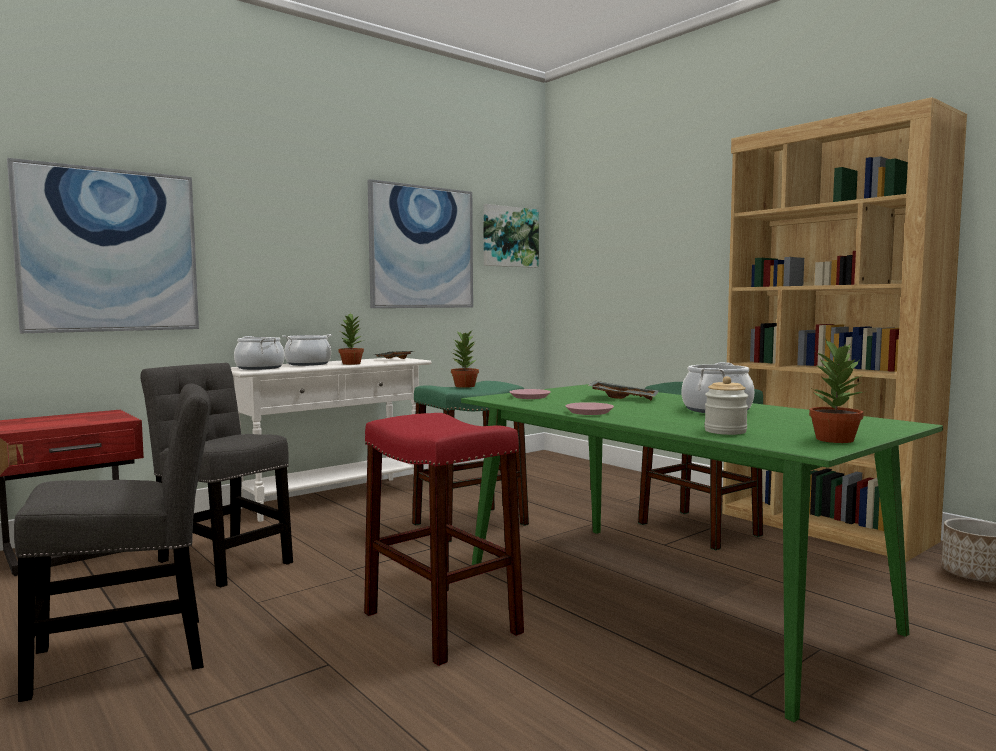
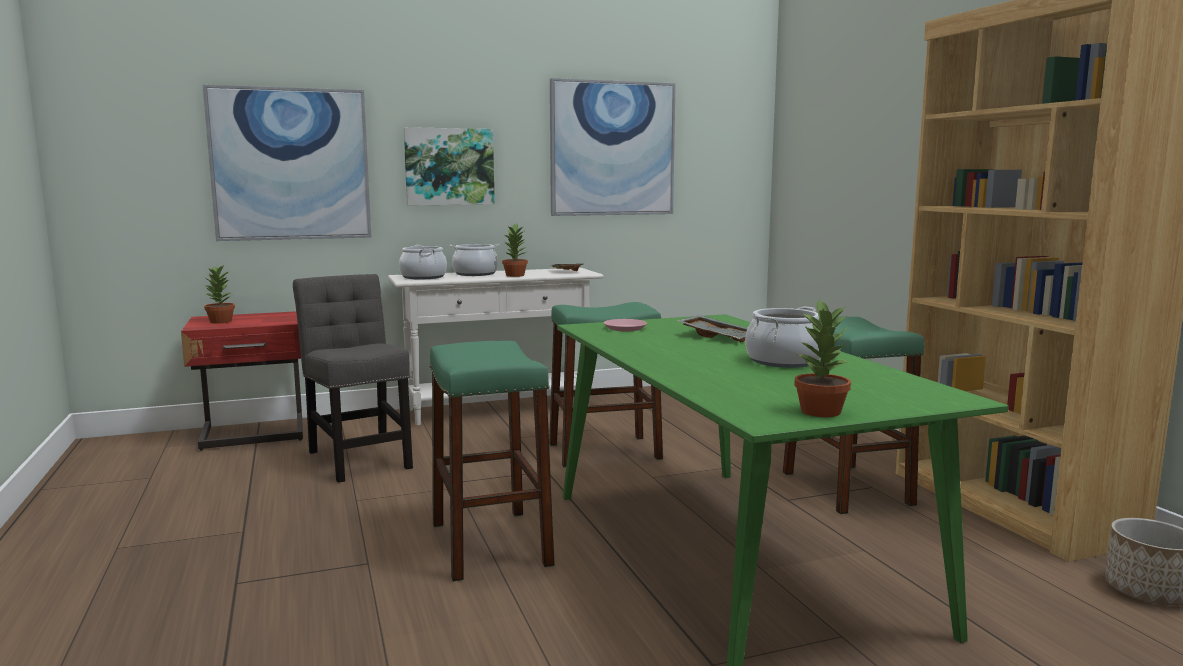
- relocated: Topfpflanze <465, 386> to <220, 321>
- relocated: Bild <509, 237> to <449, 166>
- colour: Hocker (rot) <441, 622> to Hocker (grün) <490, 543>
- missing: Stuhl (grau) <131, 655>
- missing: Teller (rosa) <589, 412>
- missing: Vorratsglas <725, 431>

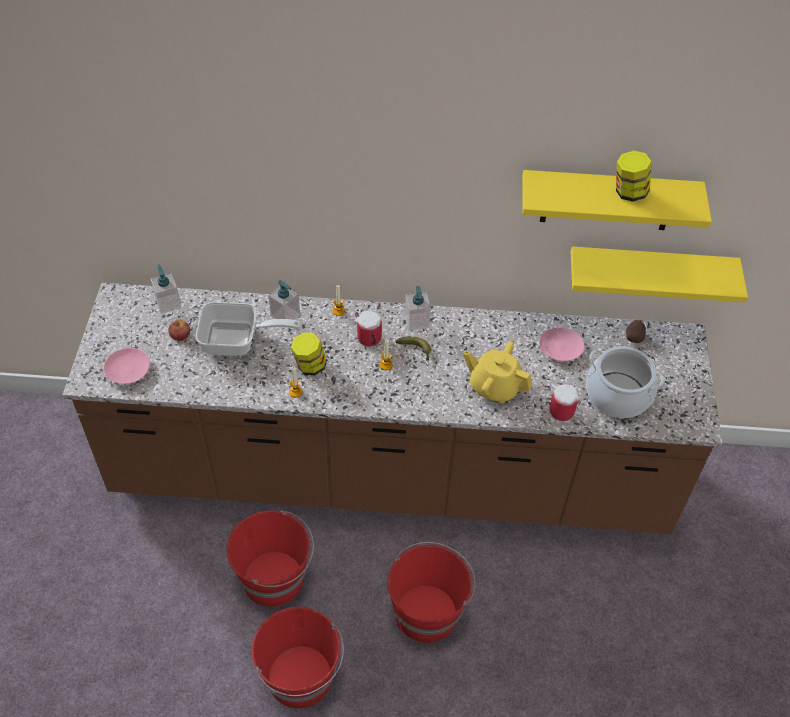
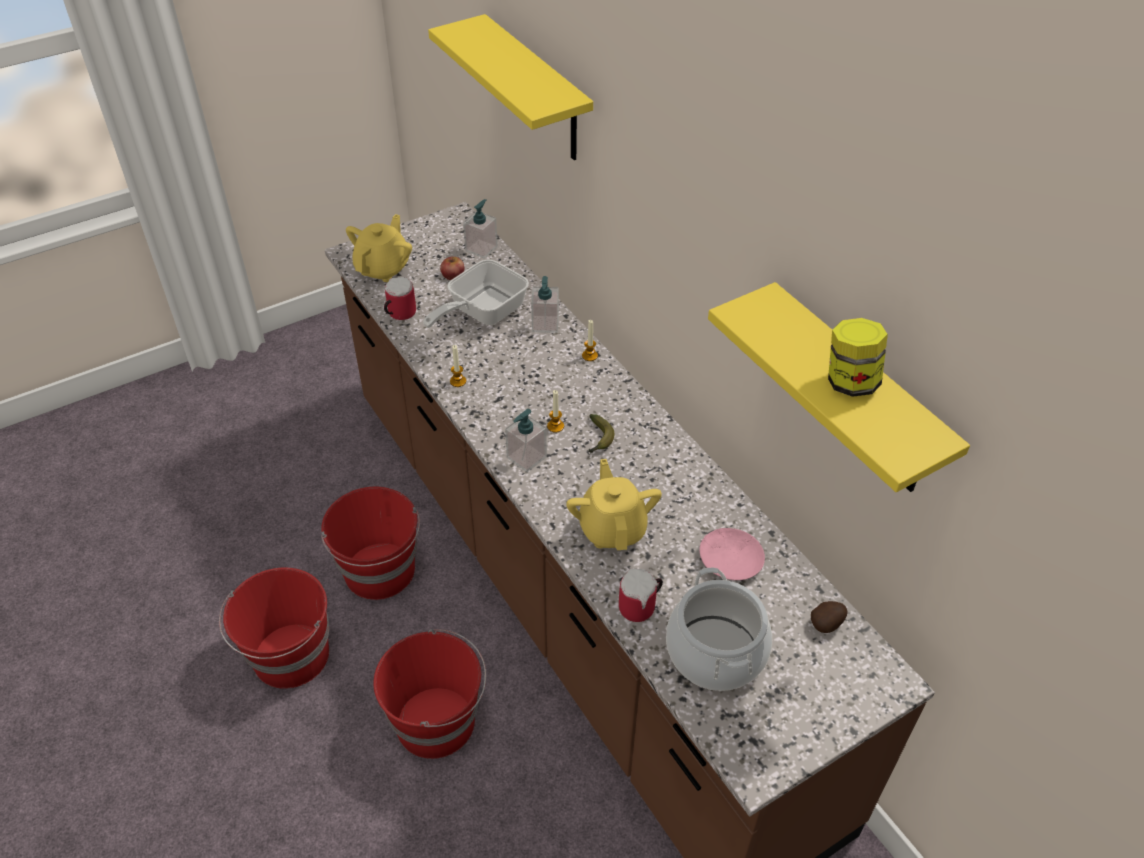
- exchanged: Teller (rosa) <128, 370> to Teekanne (gelb) <383, 268>
- relocated: Henkelbecher <369, 341> to <398, 313>
- spun: Pfanne <238, 341> = <481, 312> 75 degrees clockwise
- relocated: Wandregal (gelb) <649, 273> to <537, 91>
- relocated: Seifenspender <416, 321> to <526, 457>
- missing: Vorratsglas <310, 366>

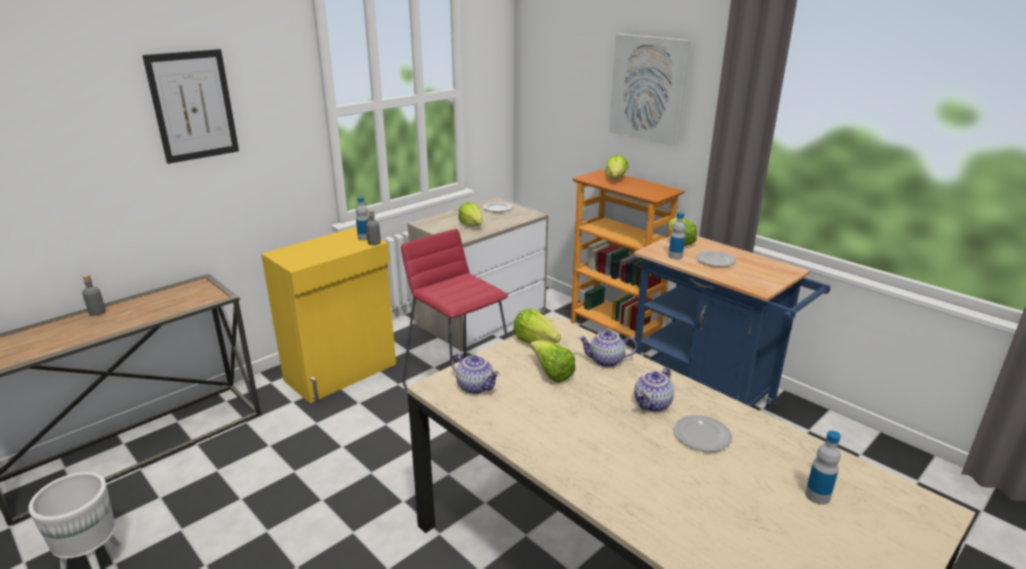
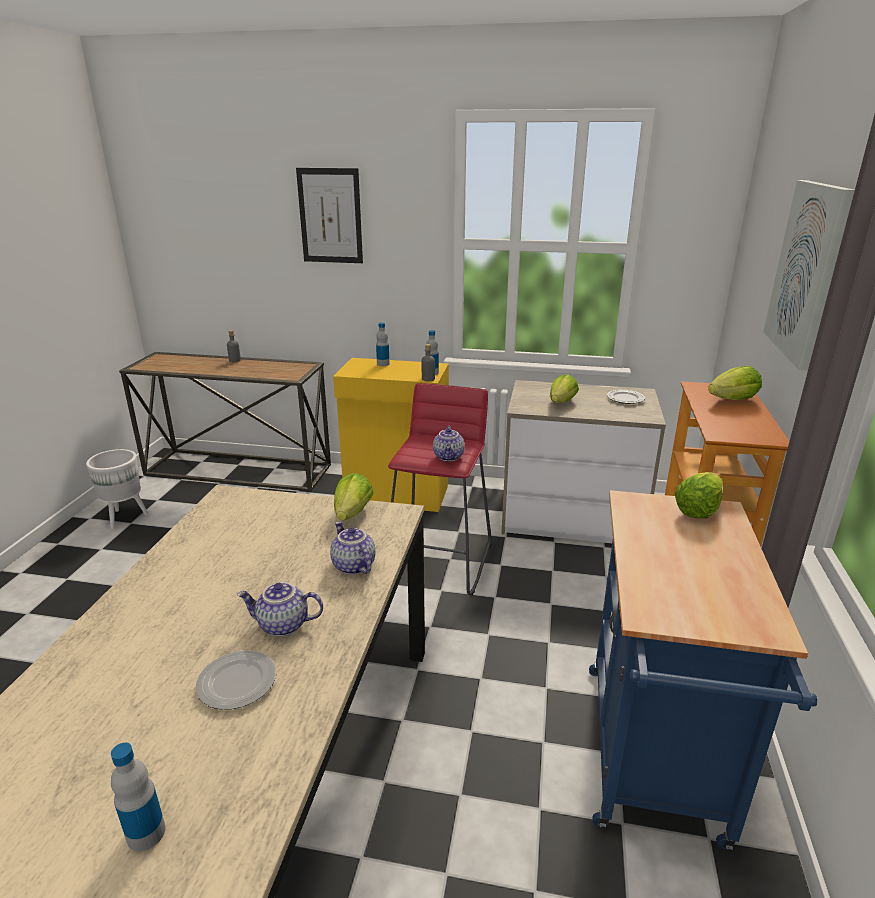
- relocated: Flasche <675, 256> to <383, 364>
- relocated: Teekanne <476, 386> to <449, 457>
- missing: Salatkopf <551, 373>
- missing: Teller <716, 261>

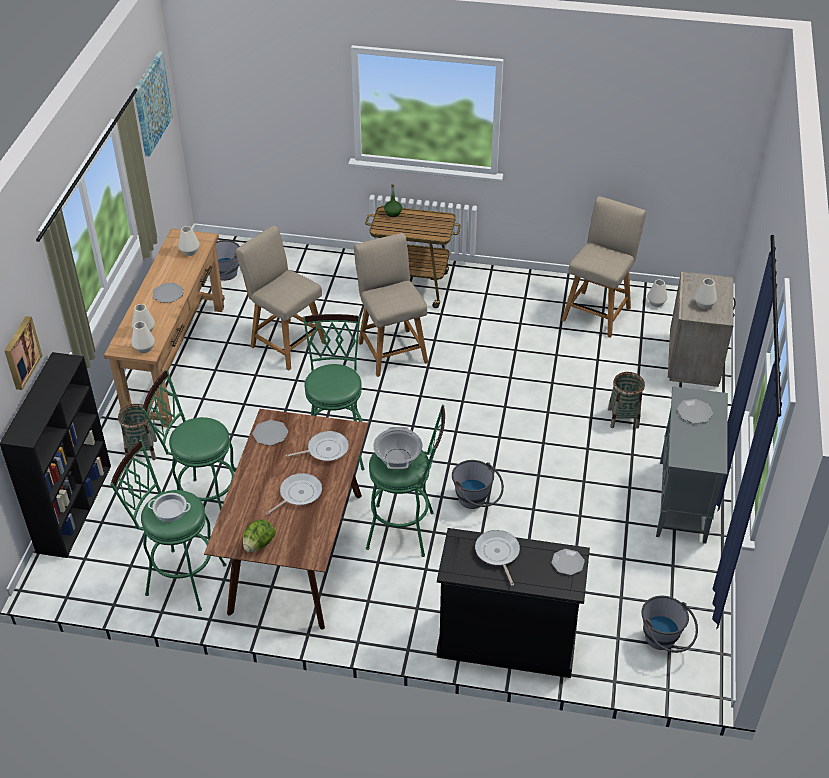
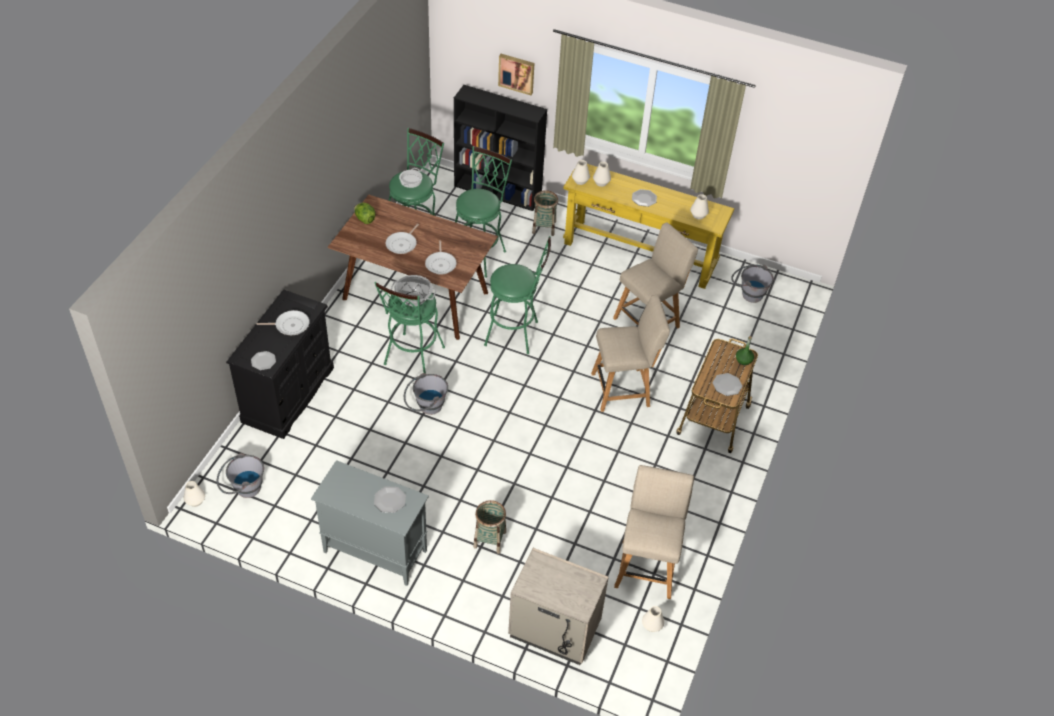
- relocated: Vase (weiß) <704, 304> to <195, 501>
- spun: Pfanne <298, 494> = <402, 244> 60 degrees clockwise
- colour: Konsolentisch (braun) <176, 361> to Konsolentisch (gelb) <640, 254>
- spun: Stuhl (beige) <597, 312> = <647, 566> 120 degrees counterclockwise
- relocated: Teller <270, 433> to <727, 385>
- missing: Bild <151, 103>

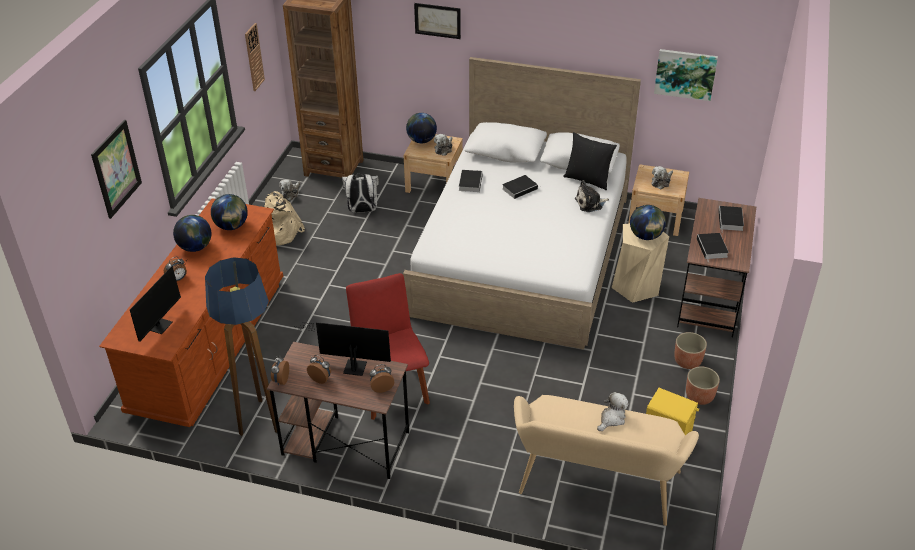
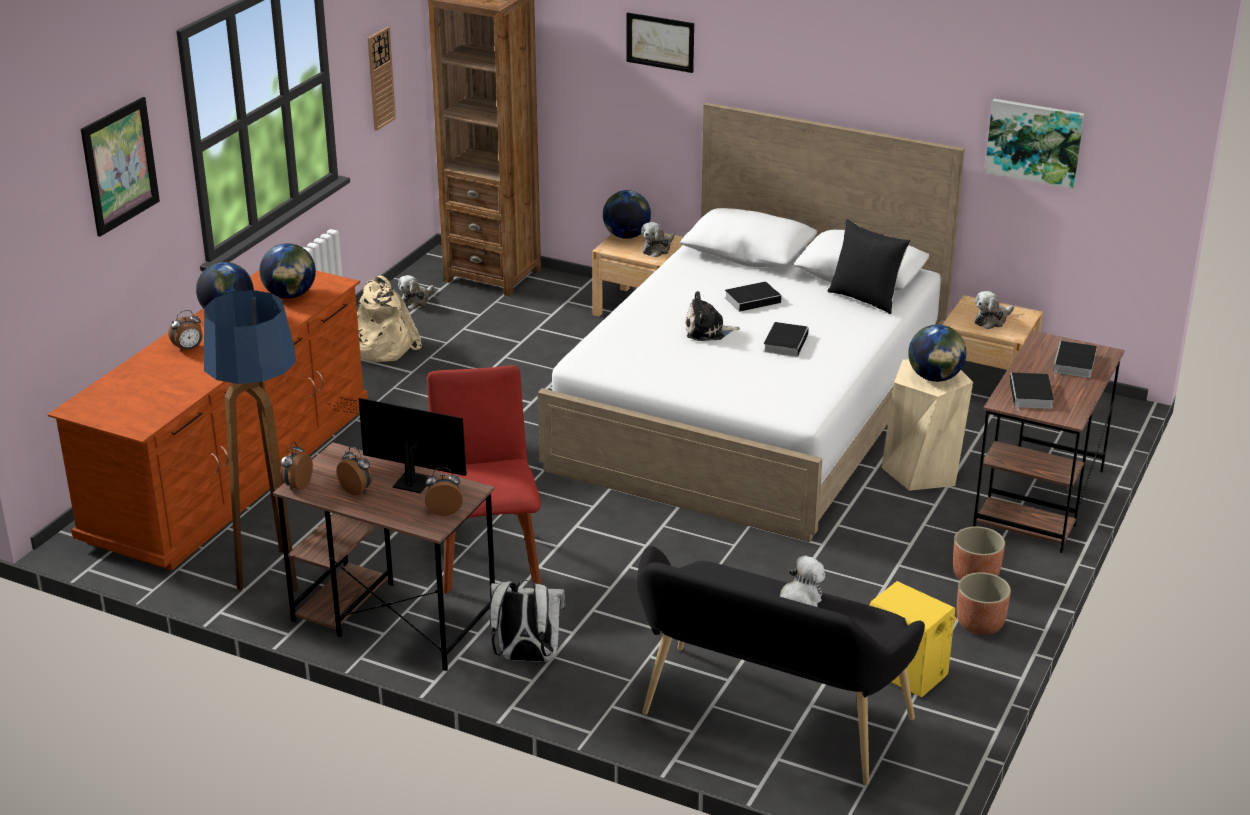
- relocated: Rucksack (weiß) <362, 210> to <526, 657>
- colour: Bank (beige) <595, 488> to Bank (schwarz) <768, 722>
- relocated: Plüschtier <590, 203> to <707, 331>
- relocated: Buch <470, 182> to <785, 342>
- missing: Monitor <162, 323>

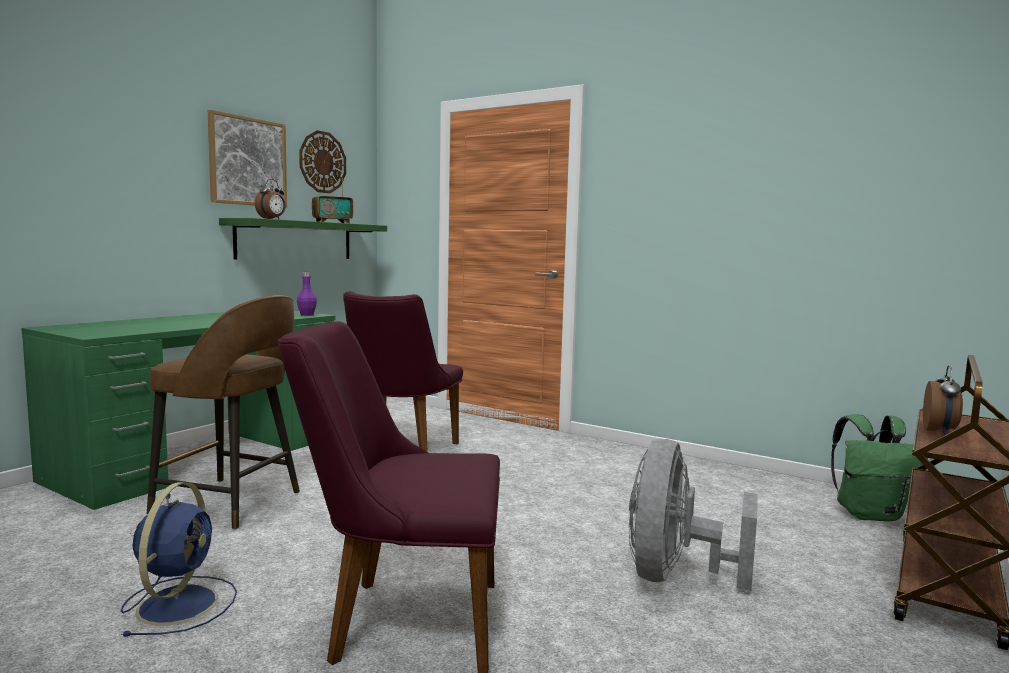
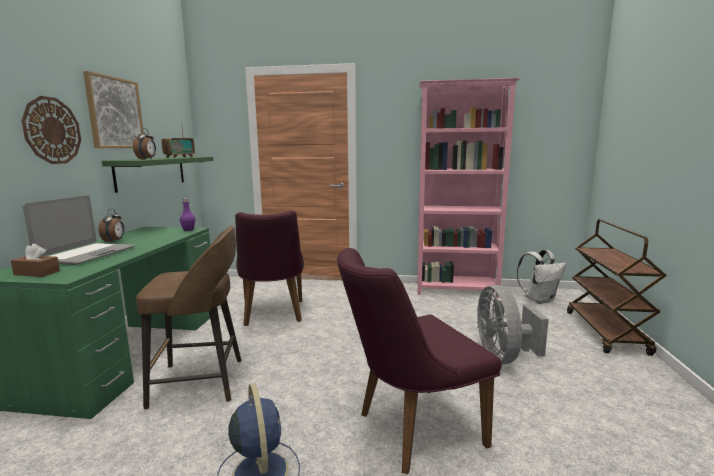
- appeared: Taschentuchbox (braun) <37, 273>
- relocated: Wanduhr <322, 162> to <52, 130>
- appeared: Laptop <87, 254>
- relocated: Wecker <940, 431> to <114, 241>
- appeared: Bücherregal (rosa) <457, 290>
- colour: Rucksack (grün) <870, 514> to Rucksack (weiß) <539, 300>

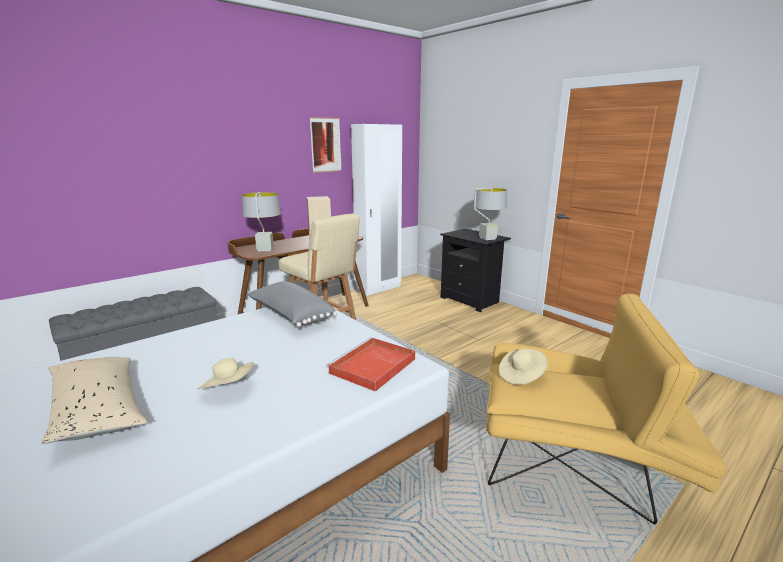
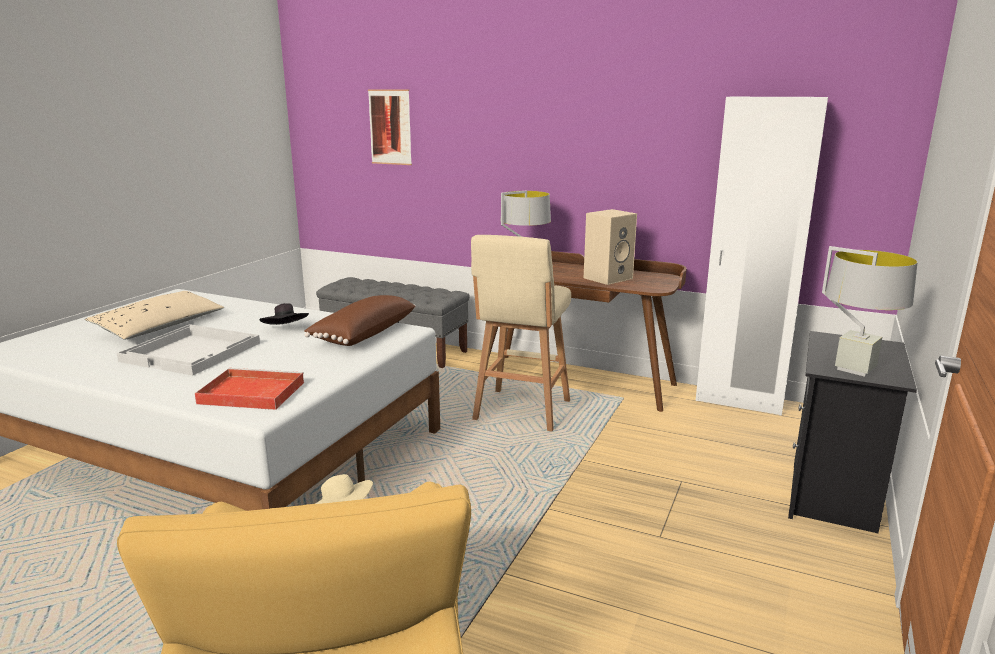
- exchanged: Hut (beige) <229, 389> to Tablett (weiß) <193, 352>
- appeared: Hut (schwarz) <286, 330>
- colour: Kissen (grau) <290, 315> to Kissen (braun) <362, 334>
- relocated: Bild <325, 145> to <390, 127>

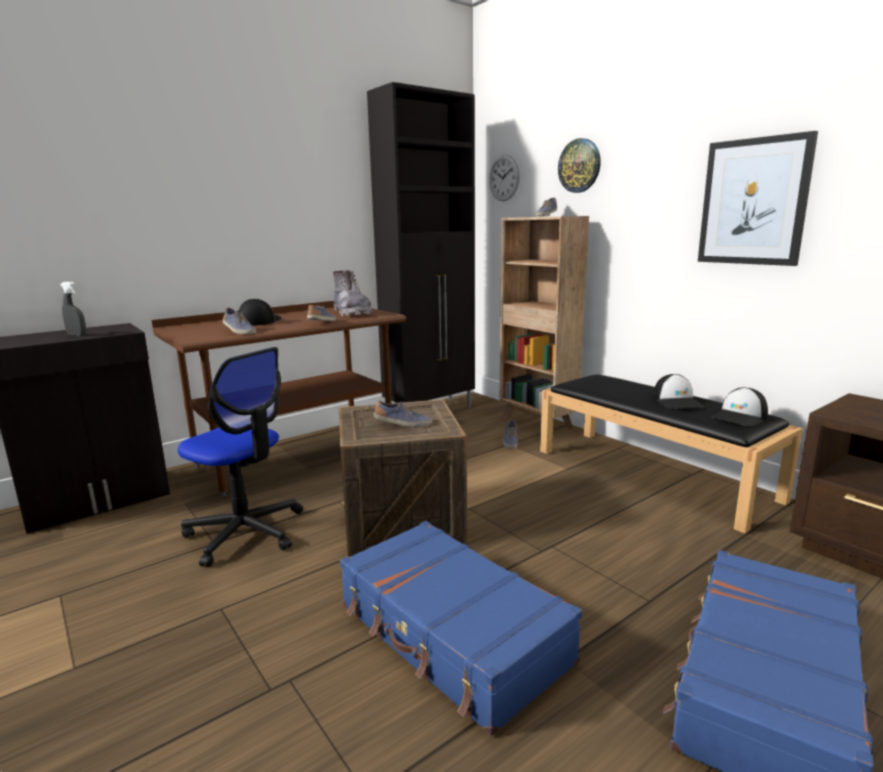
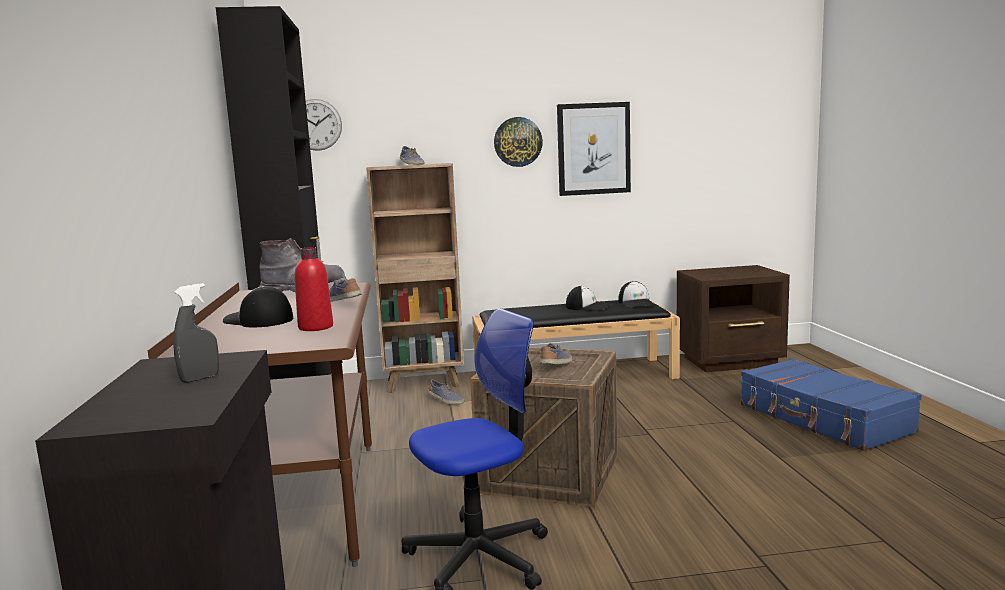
- exchanged: Schuh <239, 331> to Flasche (rot) <315, 327>
- relocated: Wanduhr <579, 166> to <518, 142>
- missing: Koffer (blau) <451, 634>

